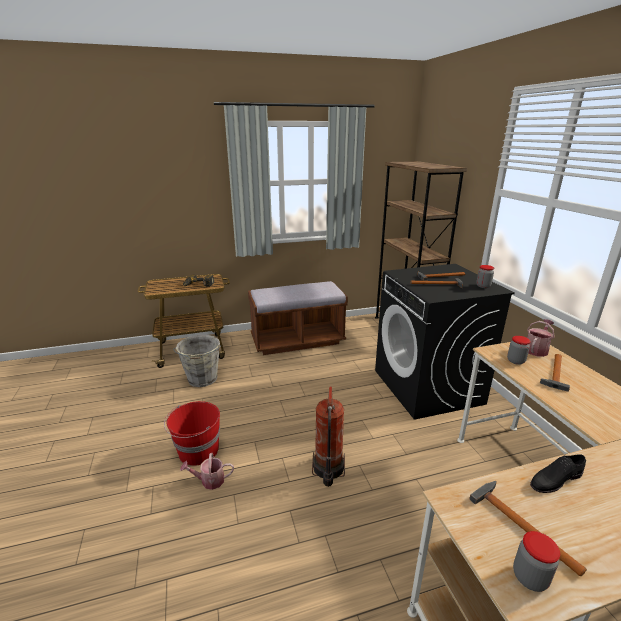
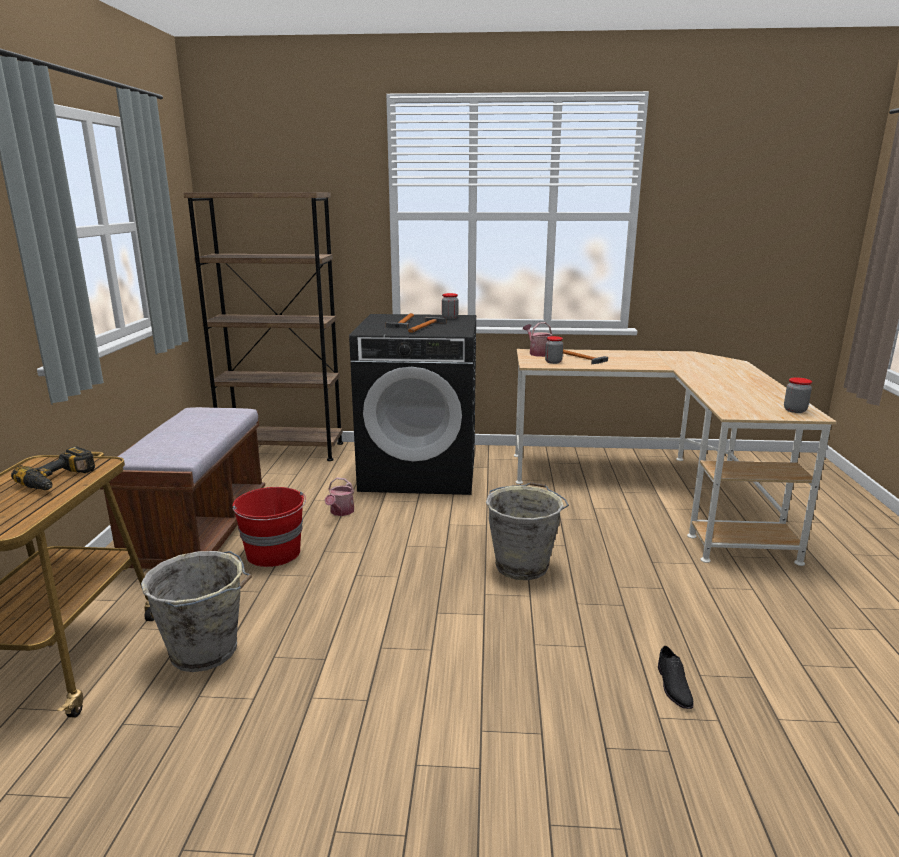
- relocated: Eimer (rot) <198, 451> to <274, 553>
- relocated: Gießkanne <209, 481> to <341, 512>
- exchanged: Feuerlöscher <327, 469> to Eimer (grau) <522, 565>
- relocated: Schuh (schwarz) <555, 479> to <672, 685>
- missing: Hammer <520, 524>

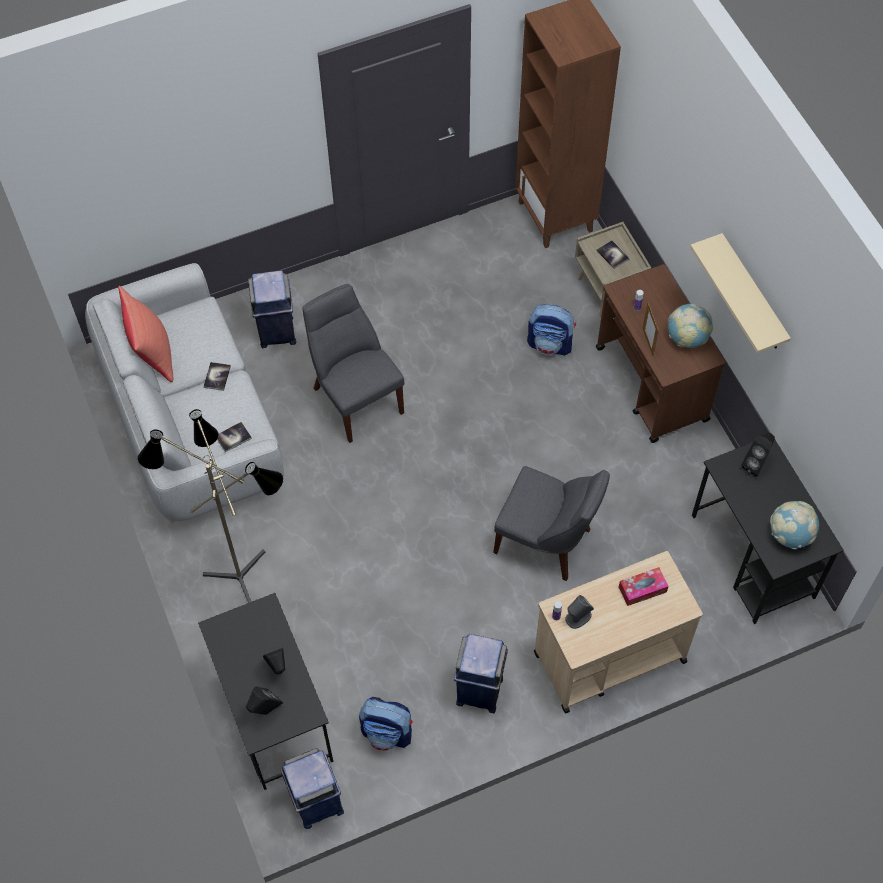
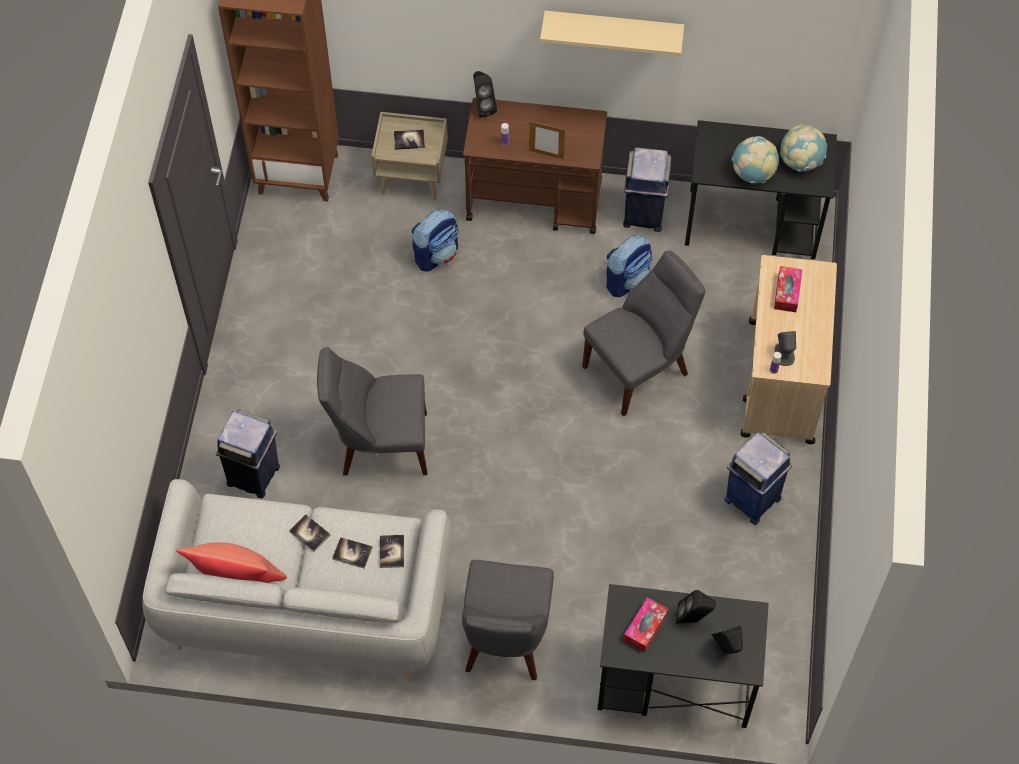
- appeared: Buch <352, 553>
- exchanged: Stehlampe <240, 571> to Stuhl (grau) <505, 640>
- relocated: Lautsprecher (schwarz) <756, 464> to <482, 107>
- relocated: Rucksack <388, 732> to <627, 280>
- relocated: Mülleimer (blau) <316, 803> to <643, 215>
- appeared: Taschentuchbox <645, 627>
- relocated: Globus <687, 338> to <753, 173>

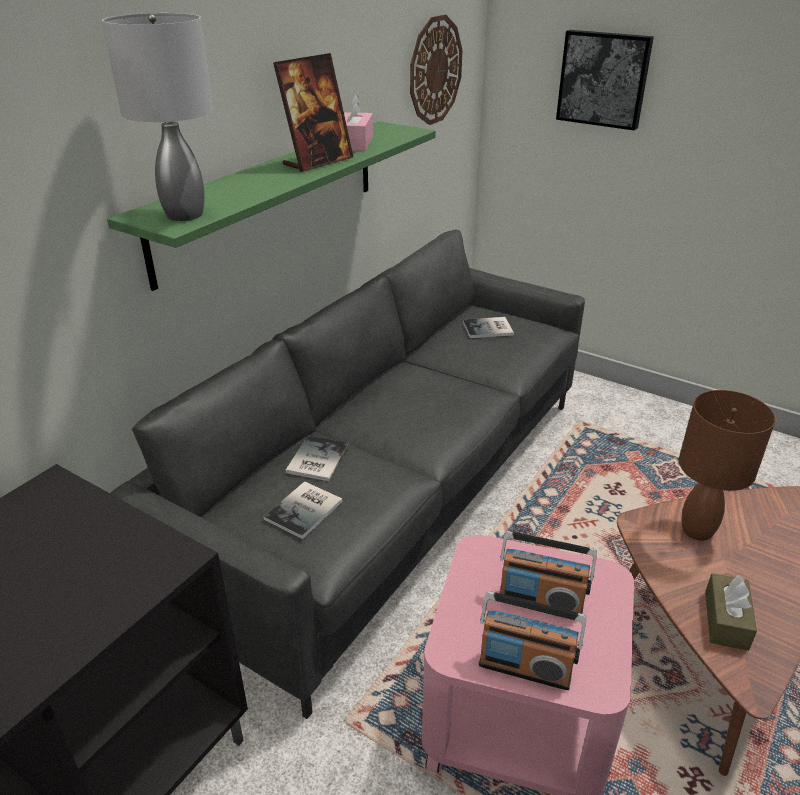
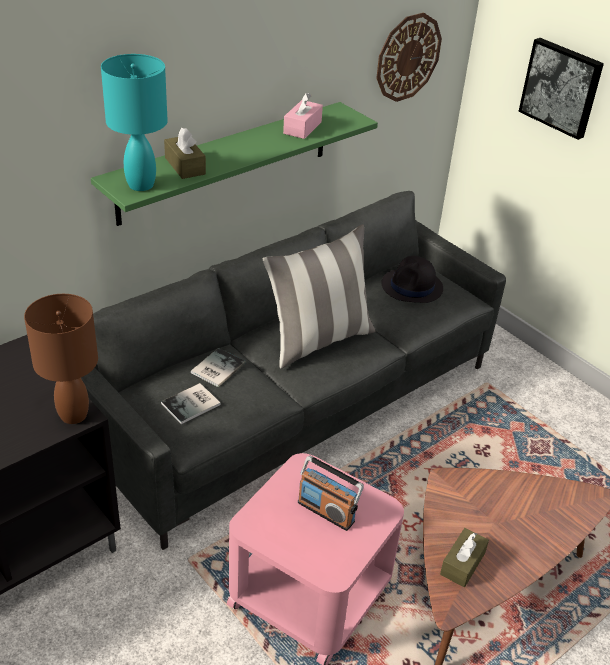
- relocated: Tischlampe (braun) <696, 530> to <72, 415>
- colour: Tischlampe (grau) <186, 214> to Tischlampe (türkis) <142, 185>
- appeared: Taschentuchbox (braun) <185, 166>
- appeared: Kissen <318, 340>
- exchanged: Buch <489, 329> to Hut (schwarz) <412, 287>
- missing: Bilderrahmen <317, 162>
- missing: Radio <525, 667>

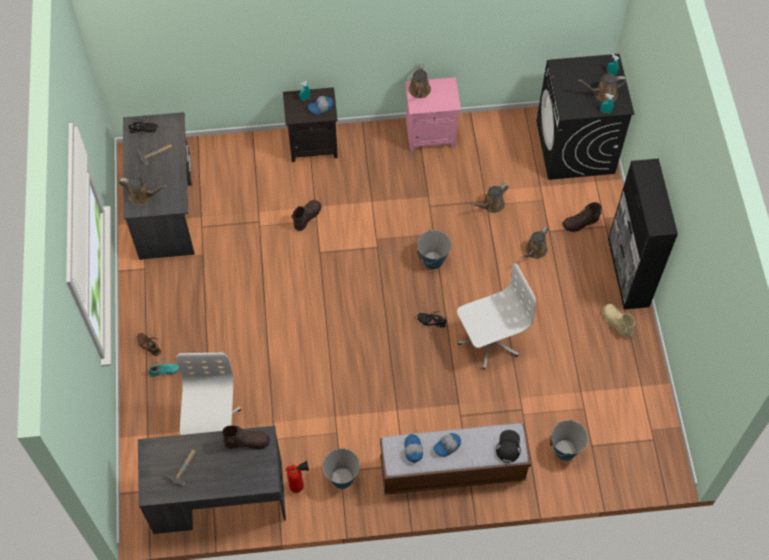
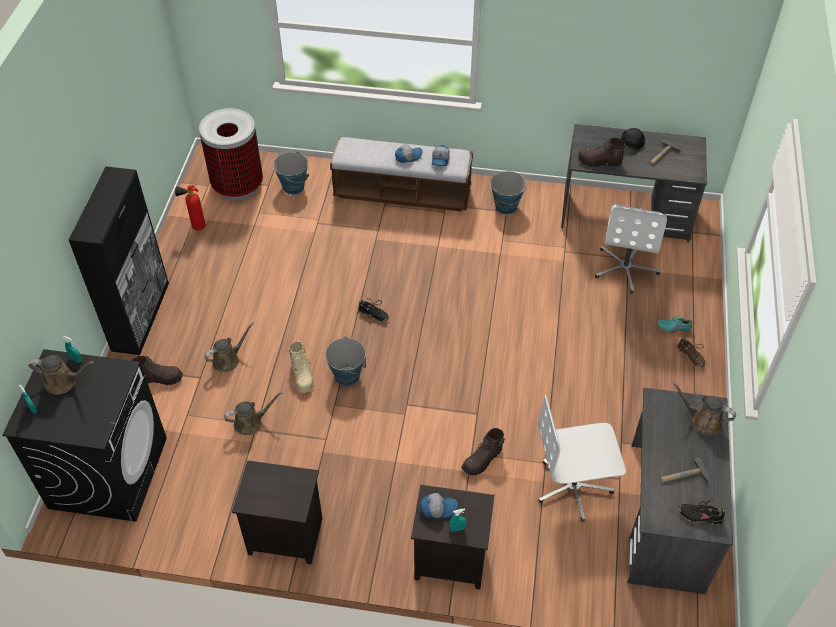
- relocated: Feuerlöscher <299, 486> to <195, 227>
- appeared: Mülleimer <238, 185>
- colour: Nachttisch (rosa) <431, 134> to Nachttisch (schwarz) <284, 537>
- relocated: Stiefel (beige) <616, 323> to <302, 376>
- relocated: Bürostuhl (weiß) <489, 341> to <573, 487>
- relocated: Kappe (schwarz) <508, 446> to <631, 144>
- missing: Gießkanne (braun) <419, 91>

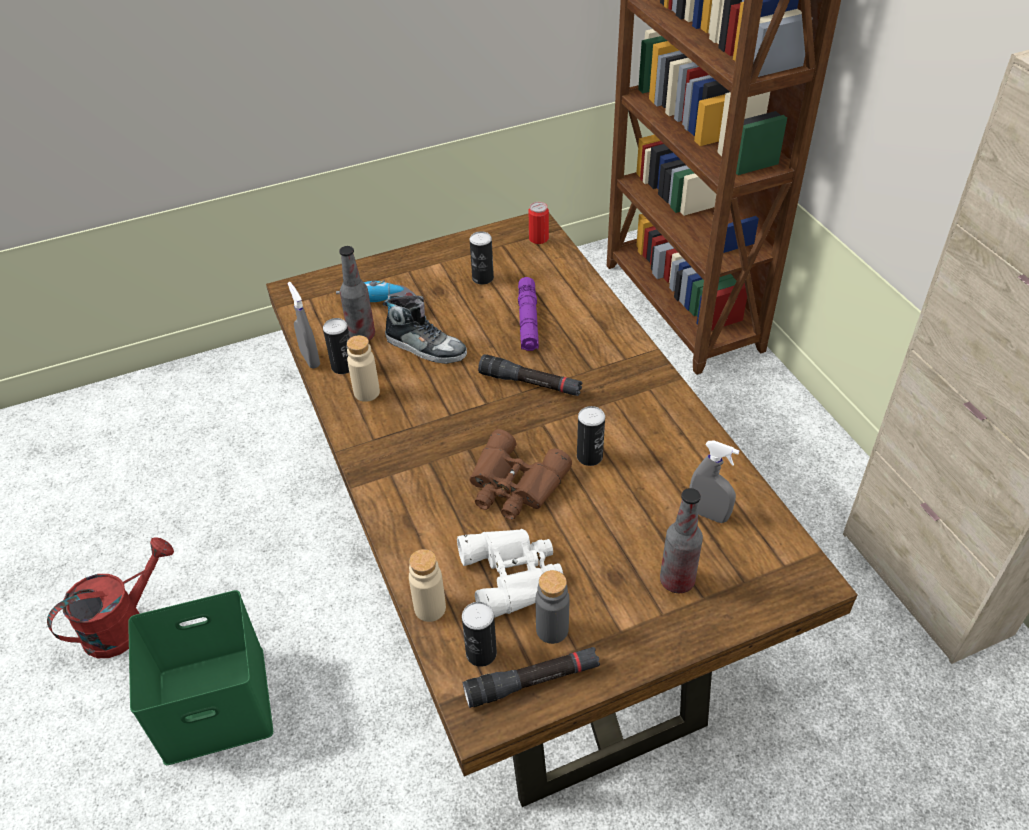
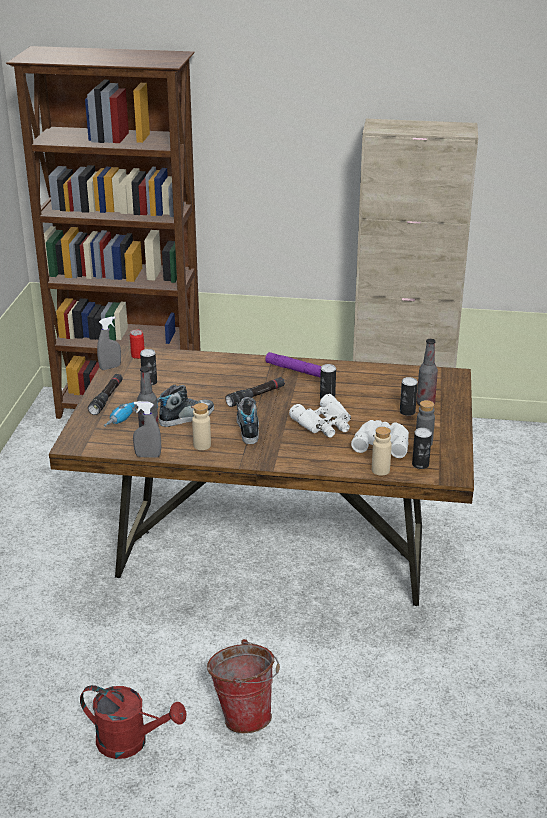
- spun: Gießkanne (rot) <124, 624> = <131, 742> 120 degrees clockwise
- relocated: Taschenlampe (schwarz) <532, 682> to <106, 398>
- relocated: Sprühflasche (grau) <708, 514> to <110, 367>
- exchanged: Aufbewahrungsbox (grün) <212, 706> to Eimer <244, 713>
- appeared: Schuh <247, 428>
- relocated: Taschenlampe (lila) <528, 321> to <295, 370>
- colour: Fernglas (braun) <514, 486> to Fernglas (weiß) <324, 424>
- relocated: Dose <343, 366> to <407, 412>

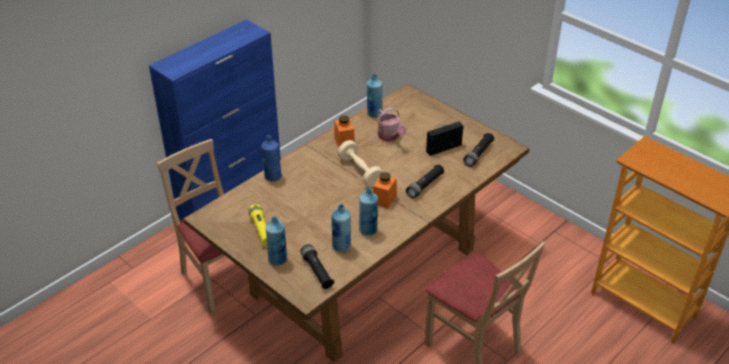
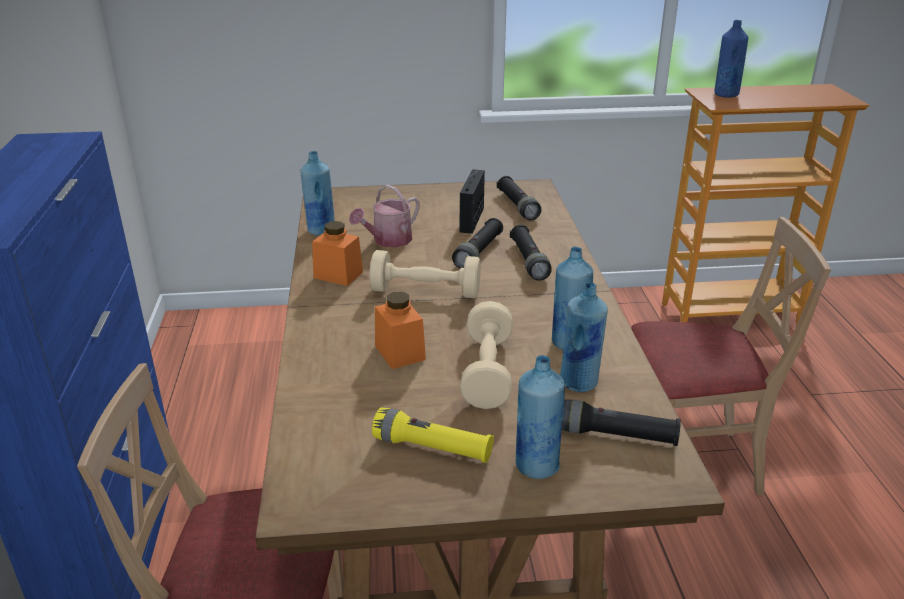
- spun: Gießkanne <390, 136> = <388, 241> 120 degrees clockwise
- relocated: Vorratsglas (orange) <384, 199> to <400, 352>
- appeared: Taschenlampe (schwarz) <478, 252>
- appeared: Hantel (beige) <487, 372>
- relocated: Flasche (blau) <273, 176> to <725, 94>

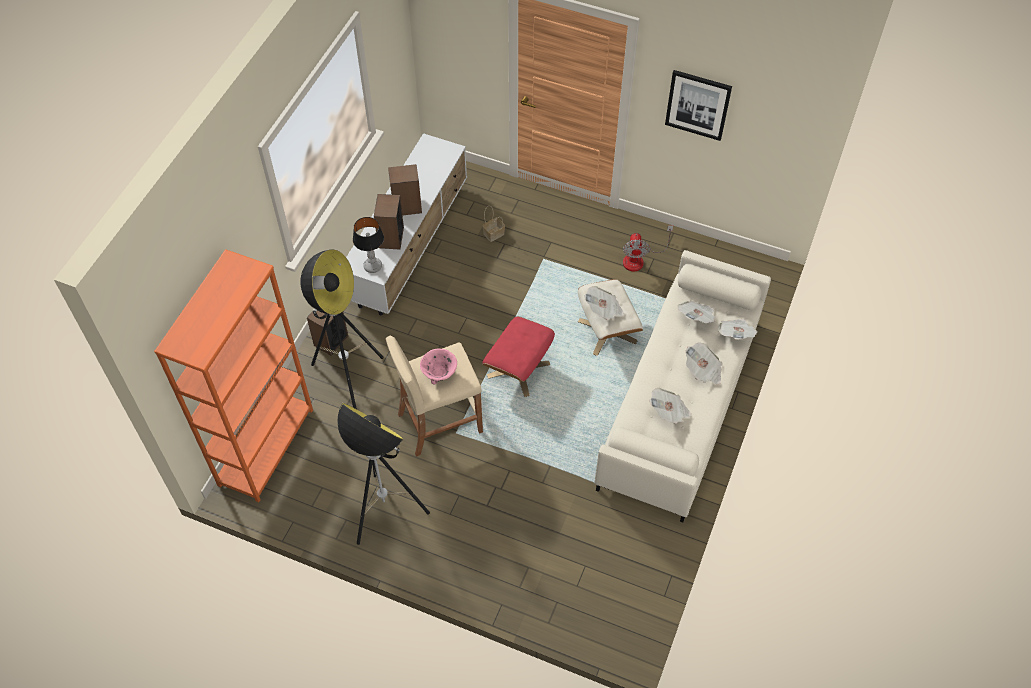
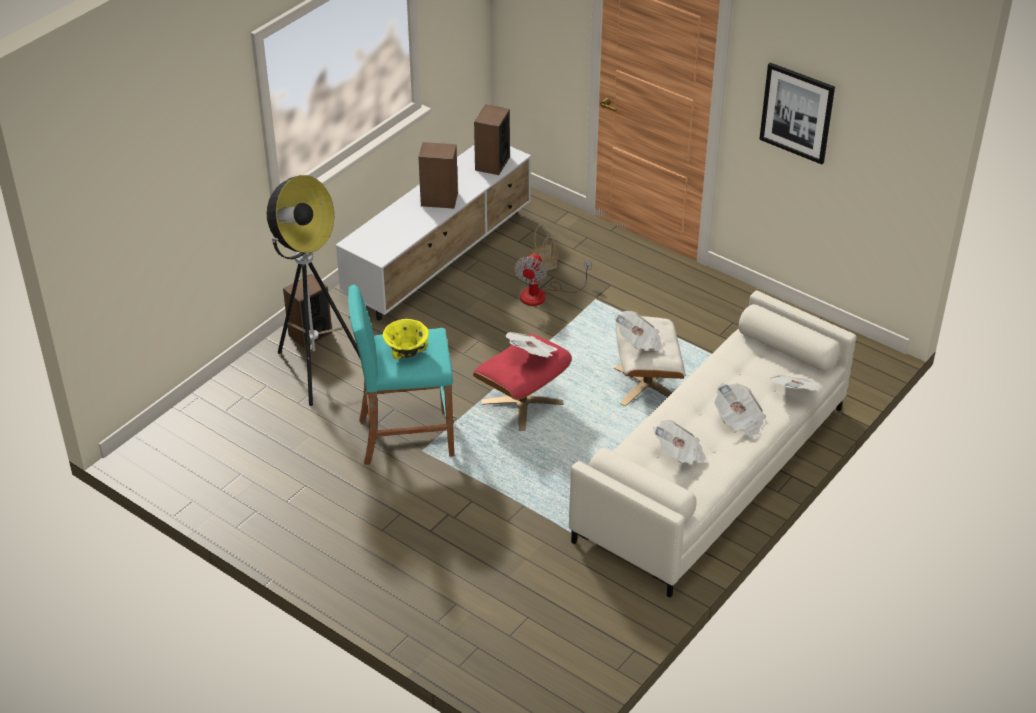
- colour: Hocker (beige) <439, 423> to Hocker (türkis) <405, 437>
- colour: Schüssel (rosa) <439, 374> to Schüssel (gelb) <406, 351>
- relocated: Lautsprecher <391, 237> to <492, 163>
- relocated: Zeitung <697, 317> to <532, 355>
- relocated: Ventilator <639, 259> to <542, 295>
- missing: Bücherregal (orange) <266, 447>
- missing: Stehlampe <385, 512>
- missing: Tischlampe <373, 266>

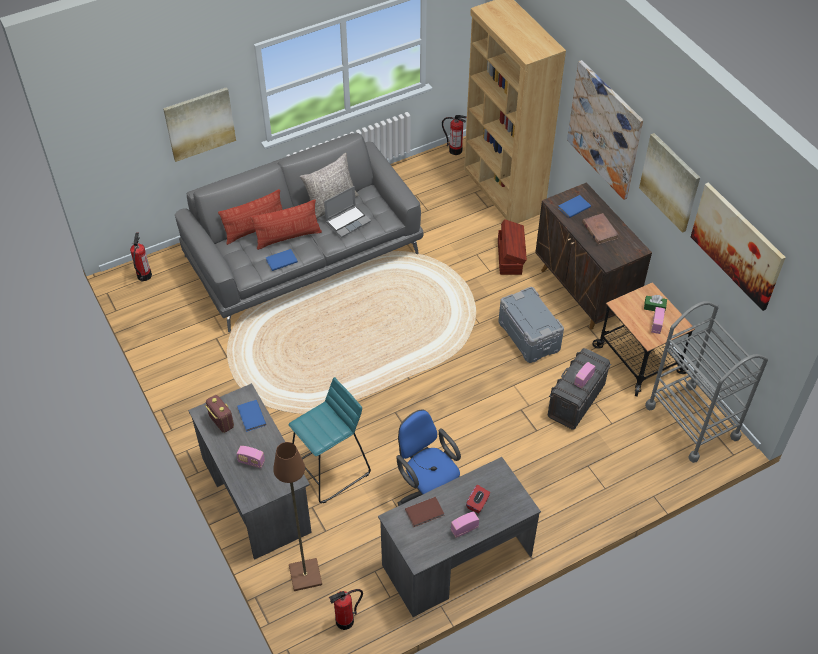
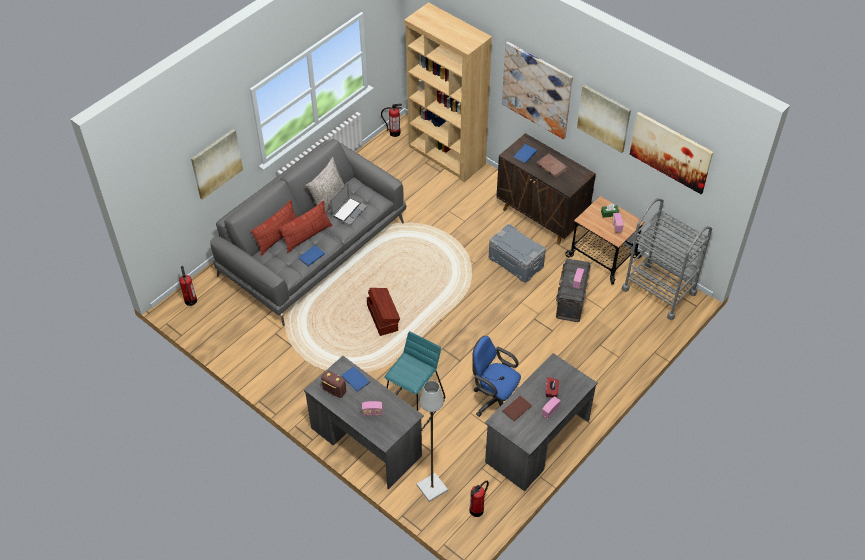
- relocated: Aufbewahrungsbox (braun) <510, 256> to <383, 317>
- colour: Stehlampe (braun) <304, 575> to Stehlampe (grau) <431, 488>

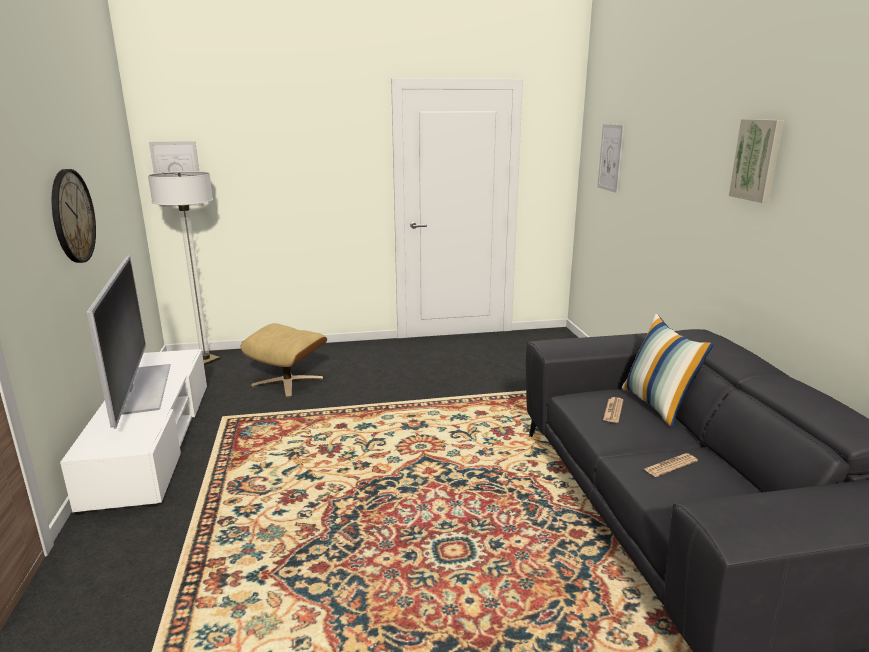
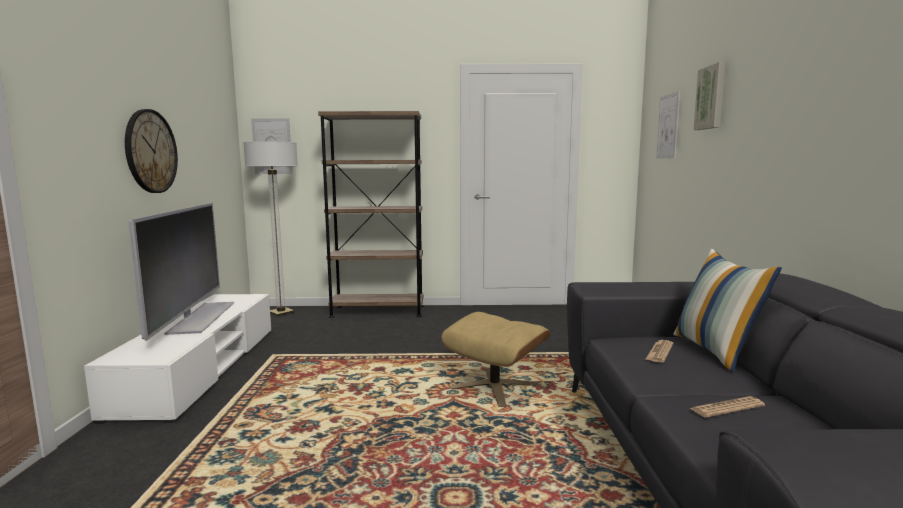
- appeared: Bücherregal (braun) <377, 311>
- relocated: Polsterhocker (beige) <288, 381> to <495, 386>
- relocated: Bild <758, 160> to <711, 97>

